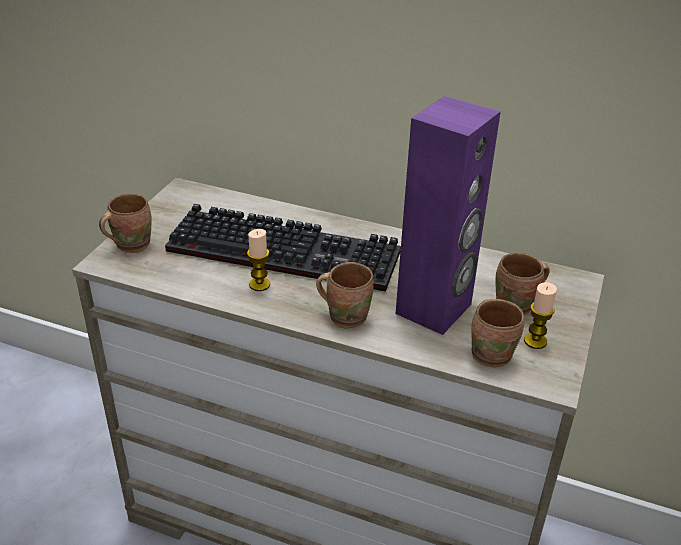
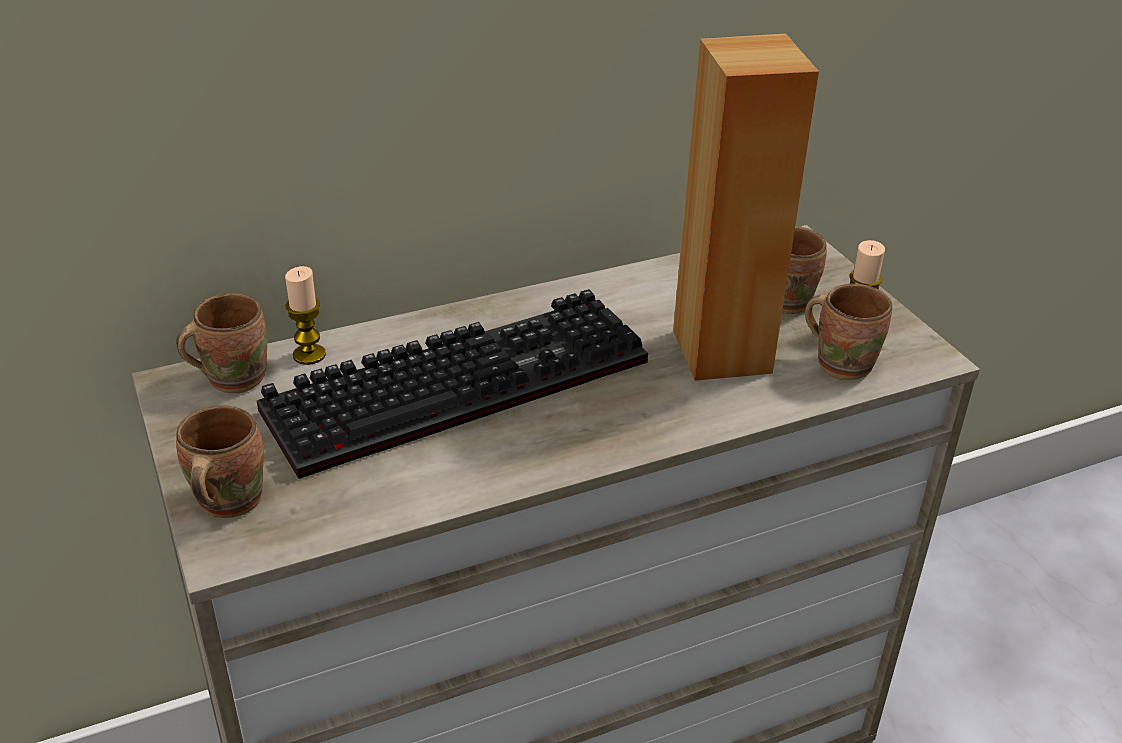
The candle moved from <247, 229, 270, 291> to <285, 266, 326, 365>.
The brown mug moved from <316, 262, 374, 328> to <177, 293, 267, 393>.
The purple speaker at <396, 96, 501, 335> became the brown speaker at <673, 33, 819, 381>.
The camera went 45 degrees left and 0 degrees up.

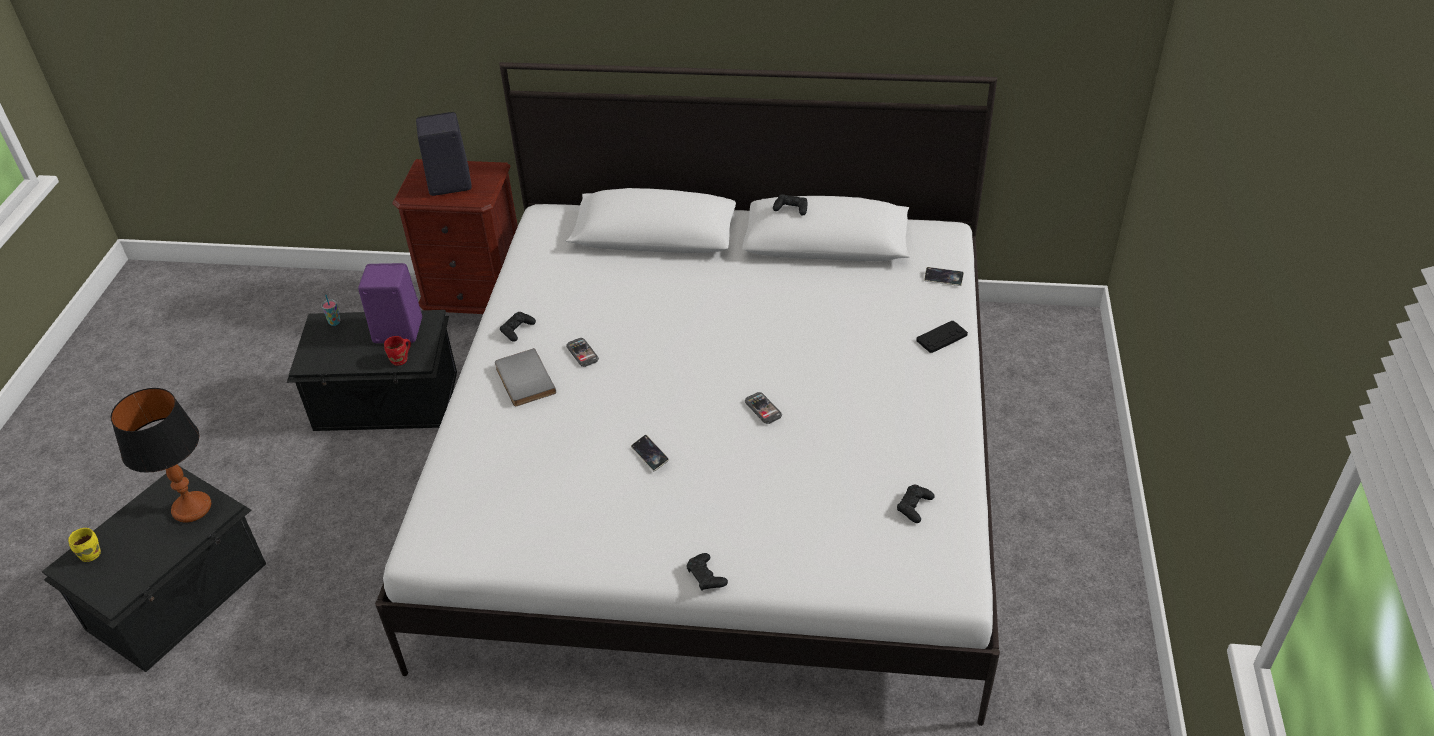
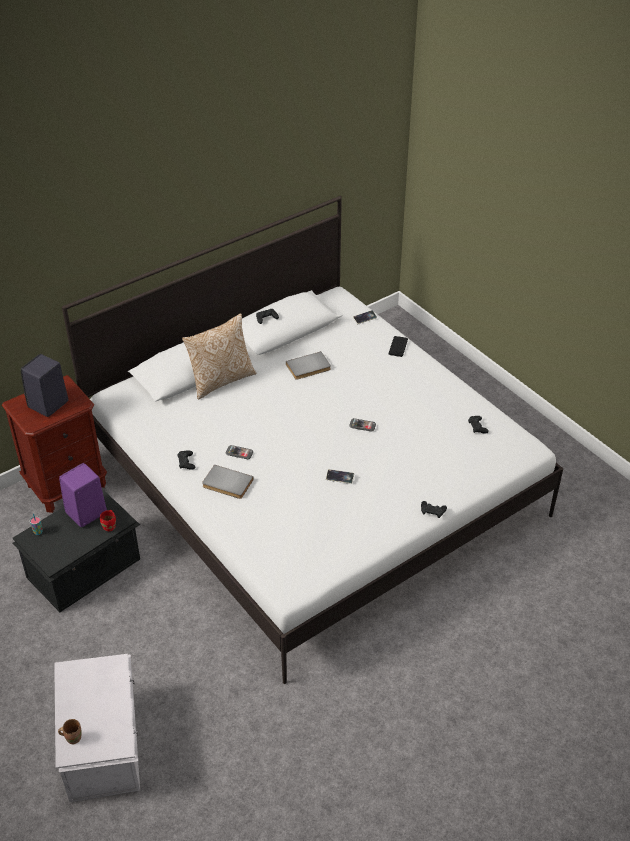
The black storage box at <42, 467, 266, 672> became the white storage box at <54, 654, 140, 802>.
The yellow mug at <68, 528, 101, 562> became the brown mug at <58, 719, 81, 744>.
The table lamp at <111, 388, 211, 523> disappeared.
The pillow at <182, 313, 257, 400> appeared.
The grey book at <286, 351, 331, 380> appeared.
The camera went 45 degrees left and 0 degrees up.

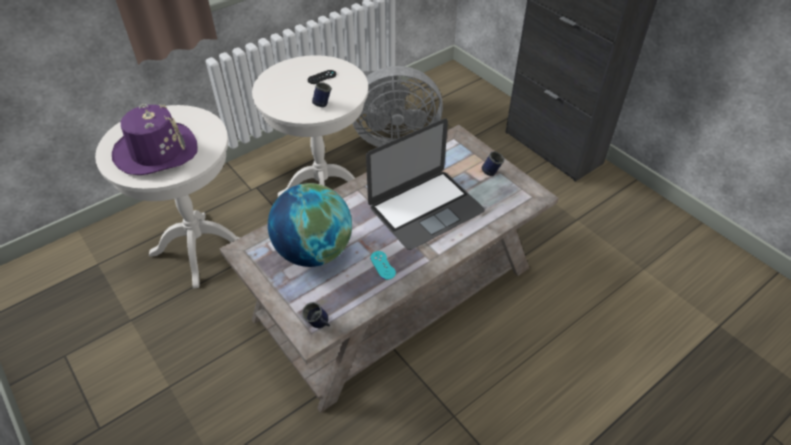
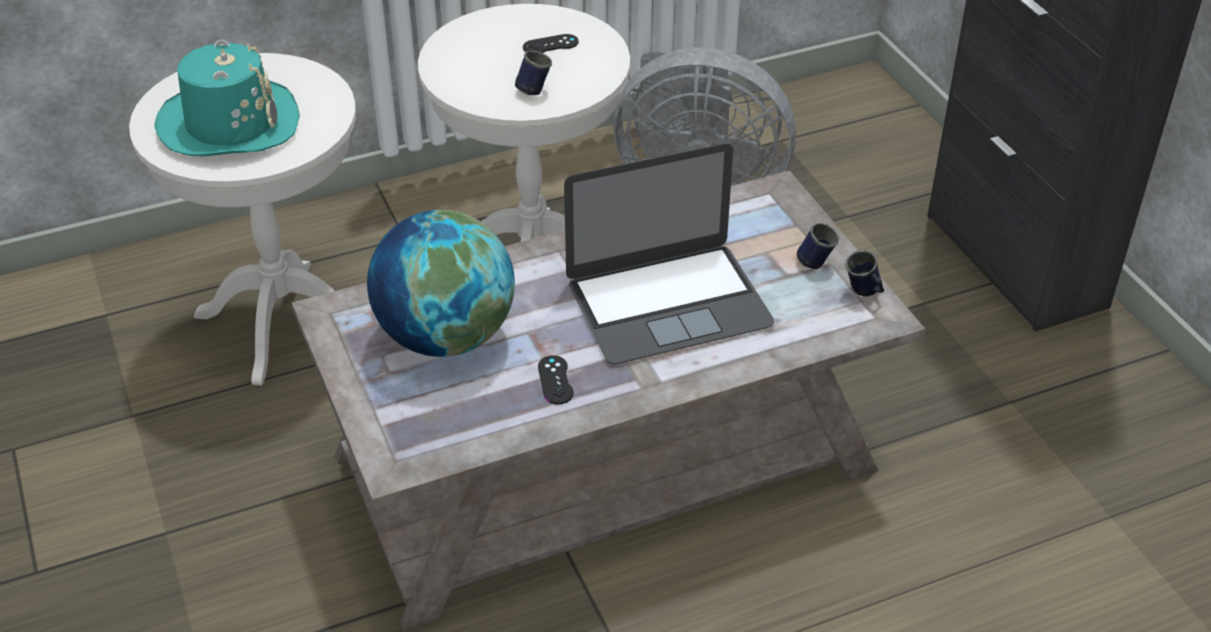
The purple hat at <112, 104, 198, 175> became the turquoise hat at <154, 39, 300, 156>.
The blue mug moved from <302, 302, 330, 328> to <845, 250, 884, 297>.
The turquoise game controller at <370, 251, 396, 280> became the black game controller at <538, 355, 574, 404>.
The camera went 15 degrees right and 5 degrees down.

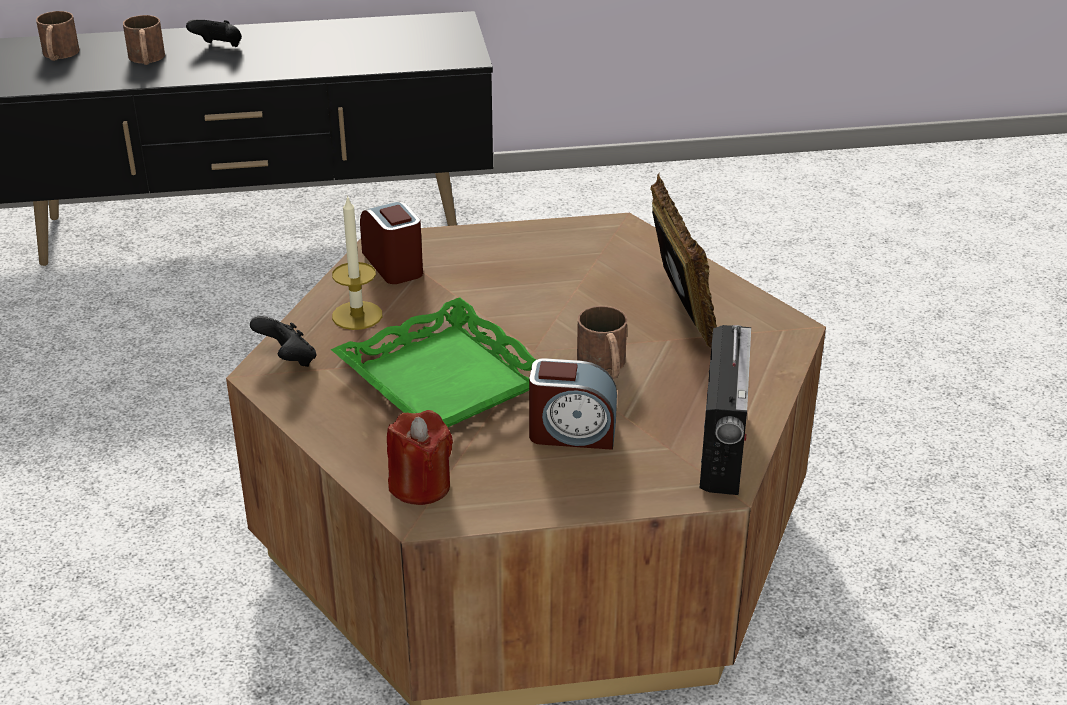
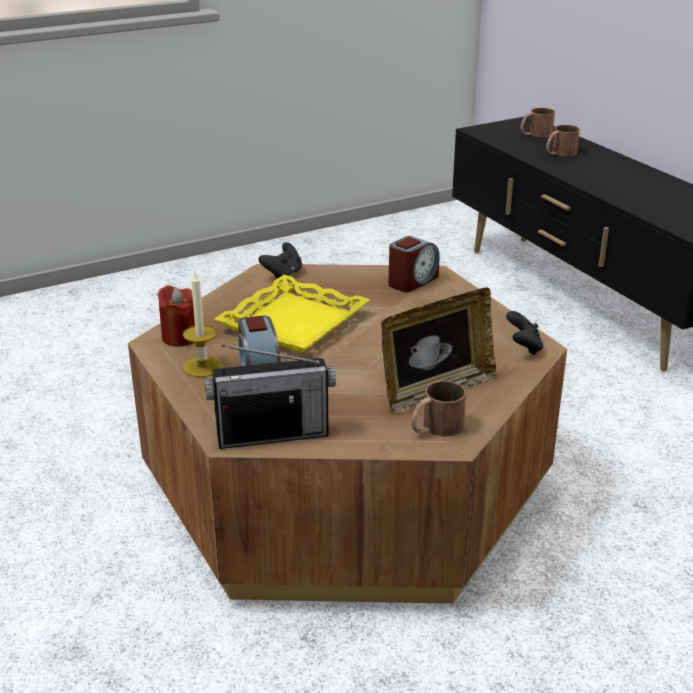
The black game controller moved from <186, 20, 242, 47> to <506, 311, 543, 355>.
The green tray at <331, 297, 537, 427> became the yellow tray at <214, 275, 369, 353>.
The candle moved from <332, 195, 382, 330> to <183, 272, 222, 377>.
The brown mug moved from <577, 306, 627, 379> to <411, 381, 466, 437>.
The camera went 70 degrees right and 5 degrees down.

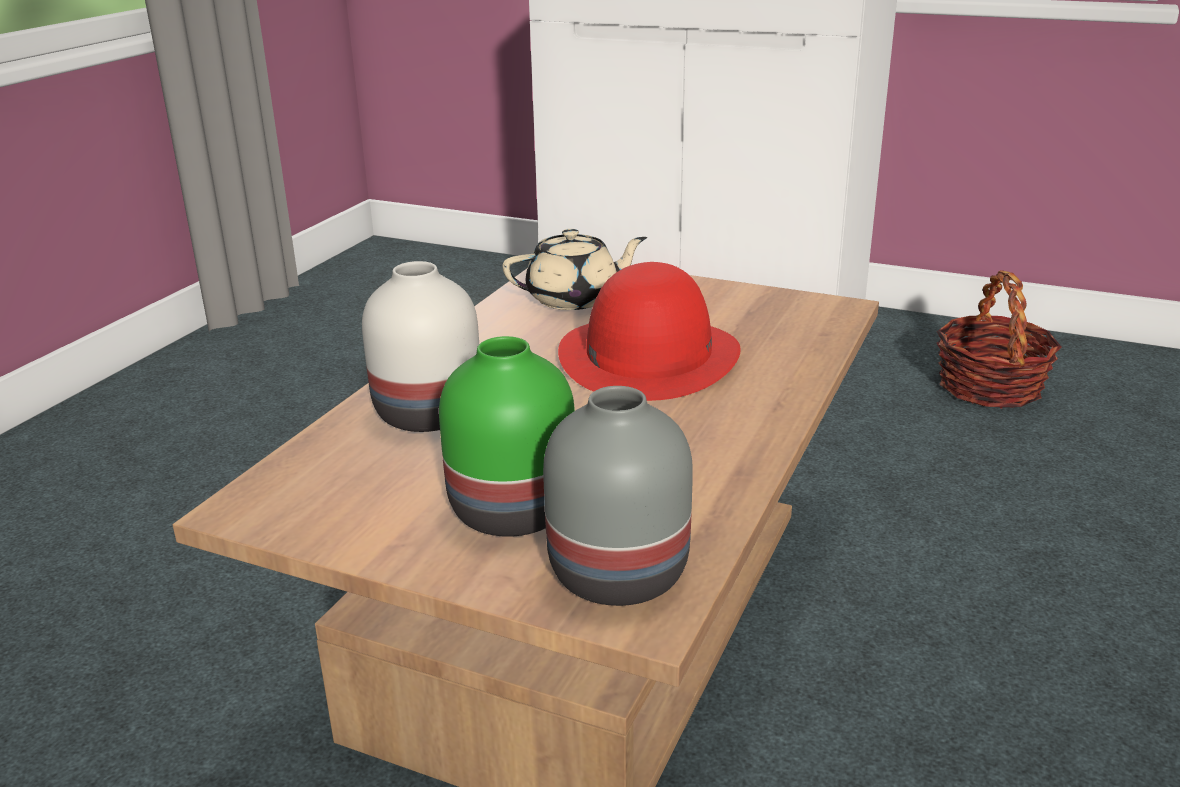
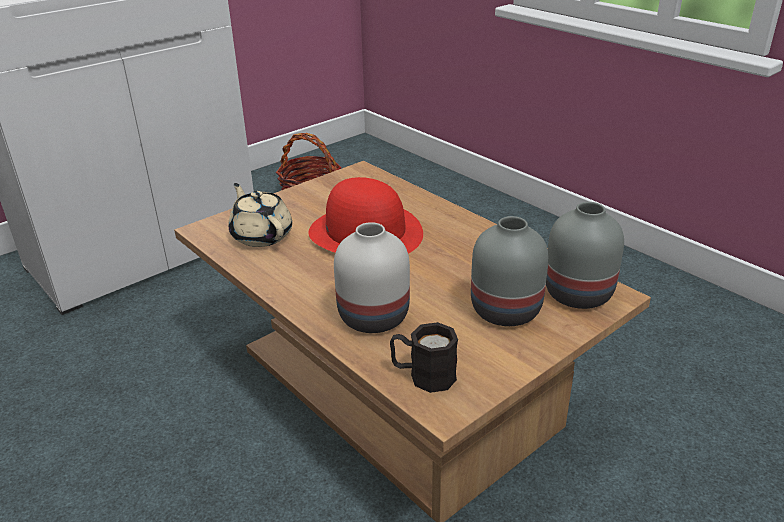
The green vase at <439, 336, 575, 537> became the grey vase at <471, 216, 549, 326>.
The beige teapot at <503, 229, 647, 310> turned 45 degrees counterclockwise.
The black mug at <390, 322, 458, 393> appeared.
The camera went 65 degrees left and 5 degrees up.

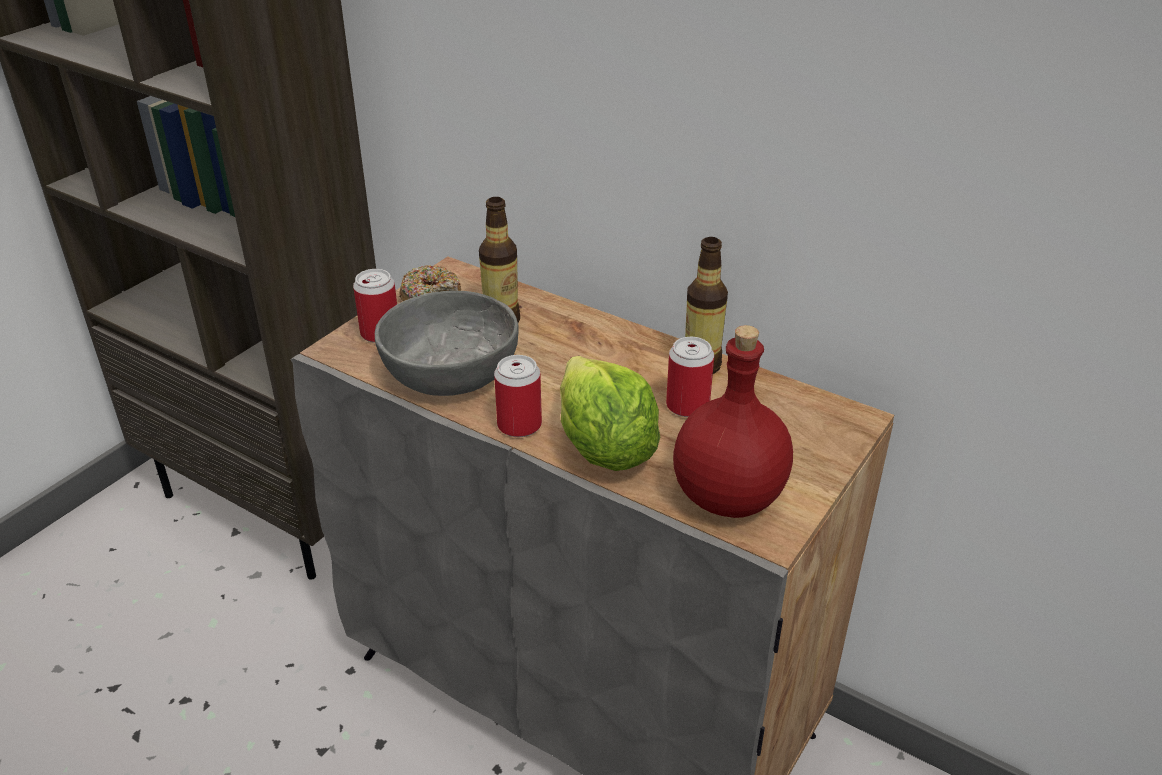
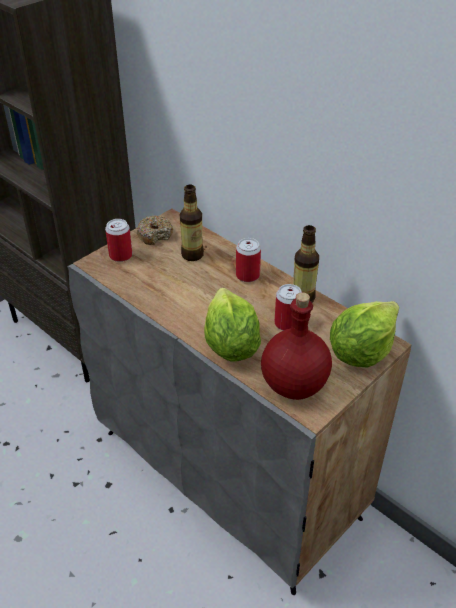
The grey bowl at <375, 291, 519, 396> disappeared.
The can moved from <494, 355, 542, 437> to <236, 238, 261, 282>.
The lettuce at <330, 301, 399, 368> appeared.
The camera went 10 degrees right and 5 degrees up.

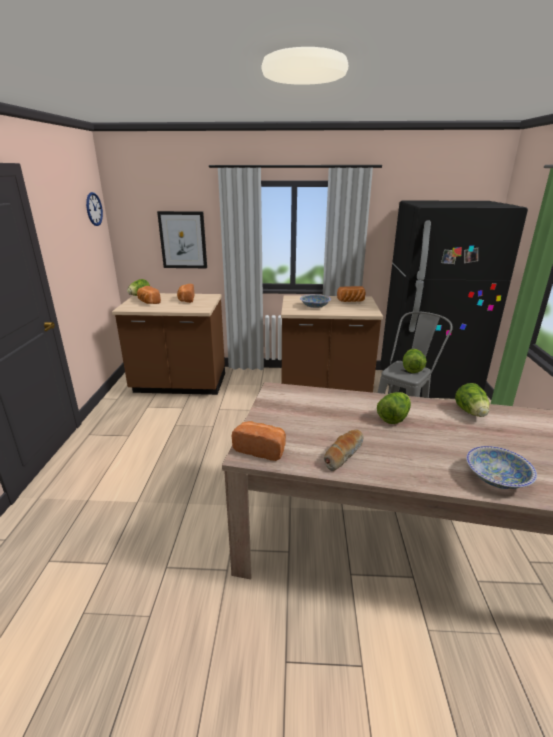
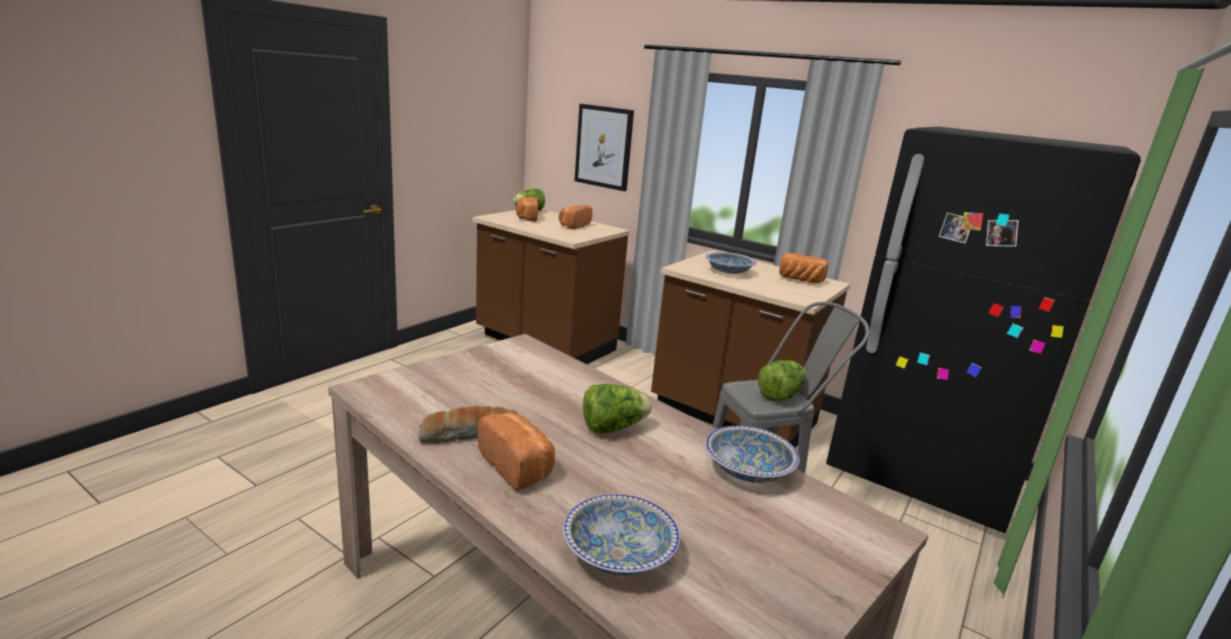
The wall clock at <86, 192, 103, 226> disappeared.
The bread moved from <231, 421, 286, 461> to <478, 413, 555, 490>.
The lettuce at <455, 383, 489, 417> was replaced by the bowl at <705, 426, 799, 483>.
The camera went 30 degrees right and 5 degrees down.

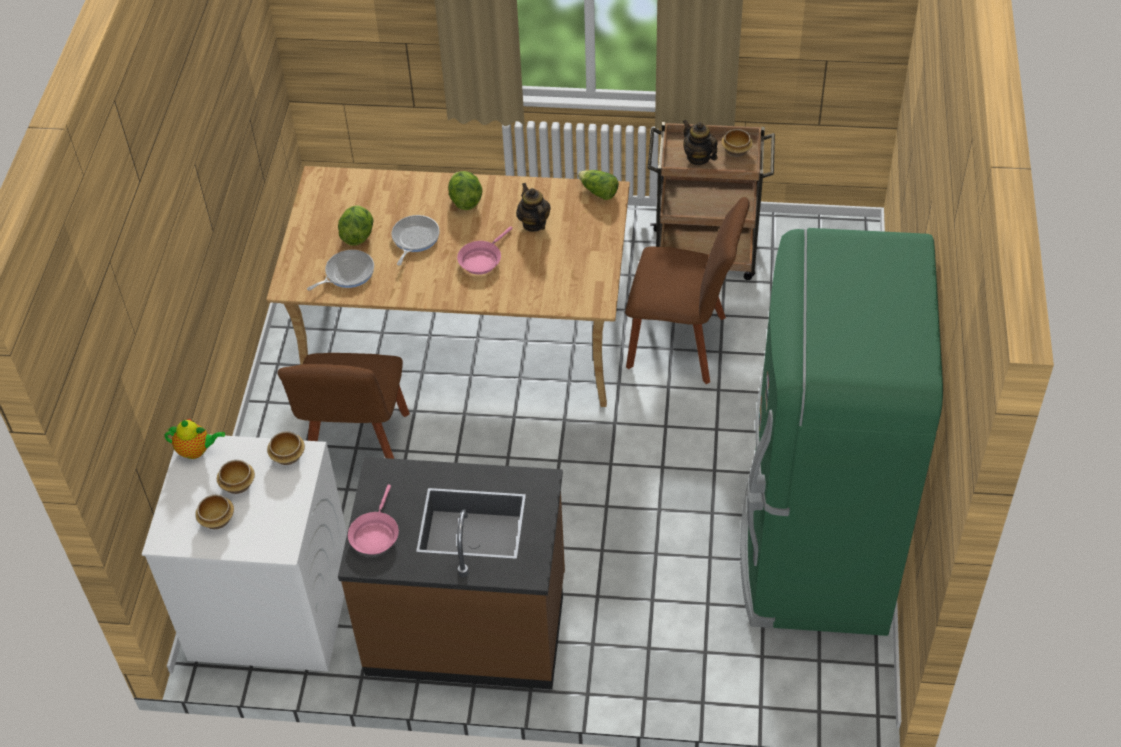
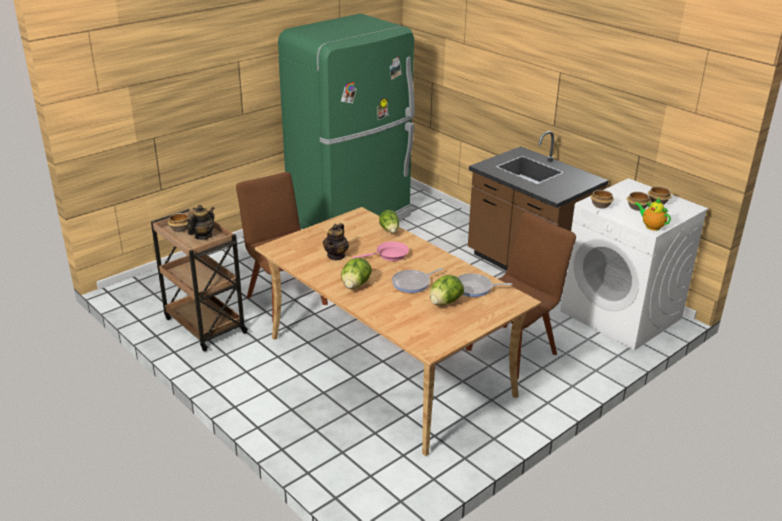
The pink frying pan at <348, 484, 399, 555> disappeared.
The lettuce moved from <578, 170, 619, 200> to <379, 210, 399, 233>.
The teapot at <683, 120, 718, 165> turned 150 degrees counterclockwise.
The camera went 140 degrees left and 20 degrees down.

